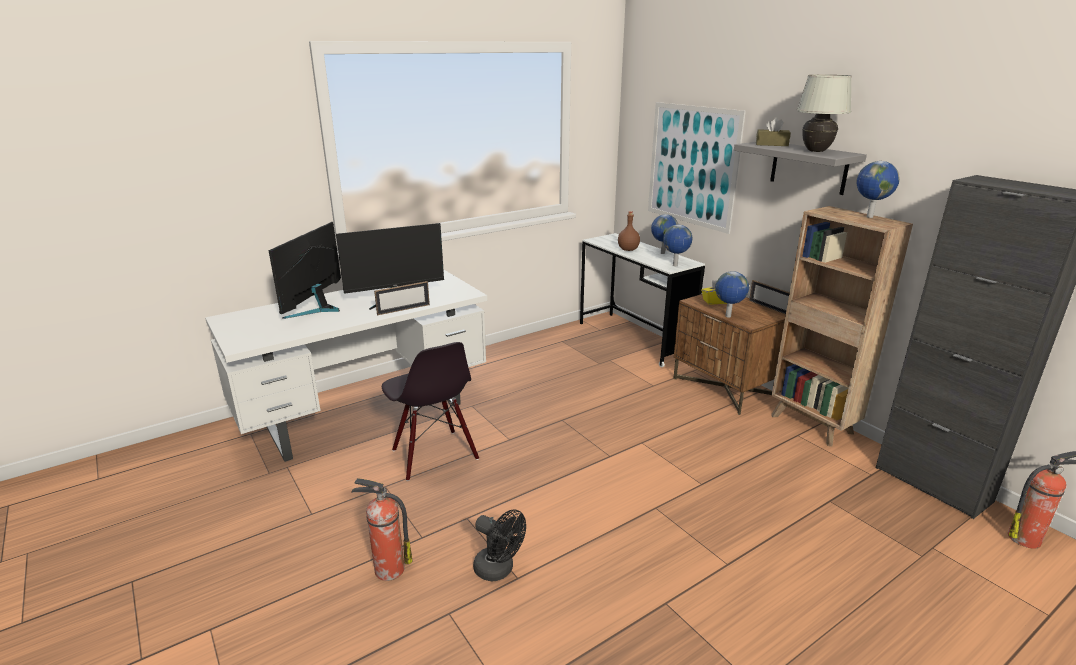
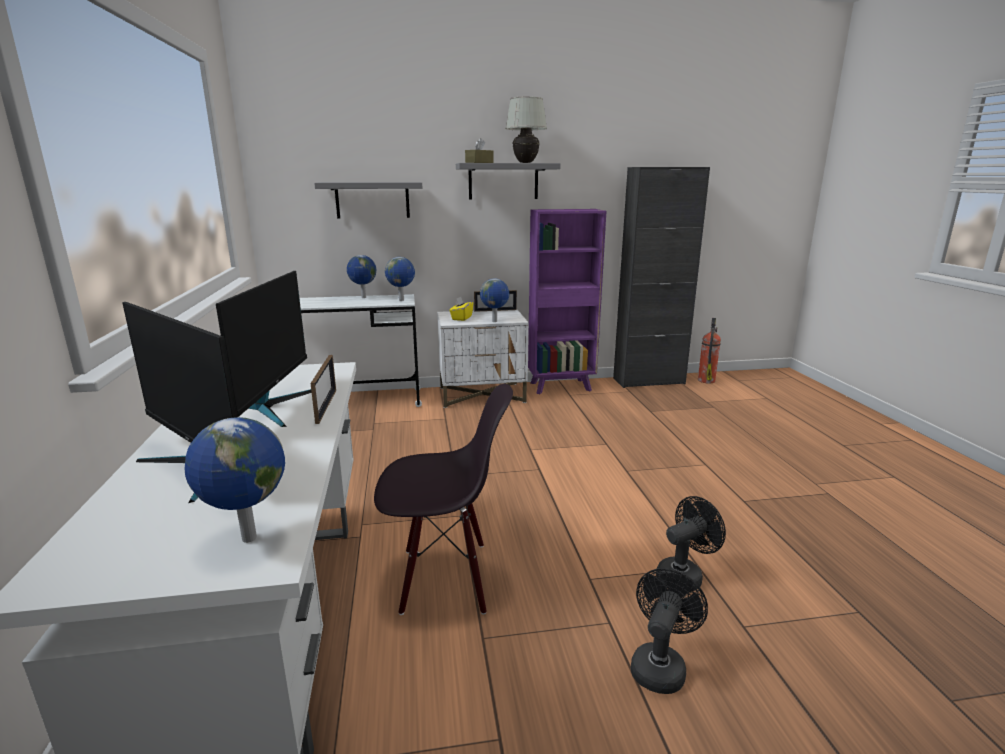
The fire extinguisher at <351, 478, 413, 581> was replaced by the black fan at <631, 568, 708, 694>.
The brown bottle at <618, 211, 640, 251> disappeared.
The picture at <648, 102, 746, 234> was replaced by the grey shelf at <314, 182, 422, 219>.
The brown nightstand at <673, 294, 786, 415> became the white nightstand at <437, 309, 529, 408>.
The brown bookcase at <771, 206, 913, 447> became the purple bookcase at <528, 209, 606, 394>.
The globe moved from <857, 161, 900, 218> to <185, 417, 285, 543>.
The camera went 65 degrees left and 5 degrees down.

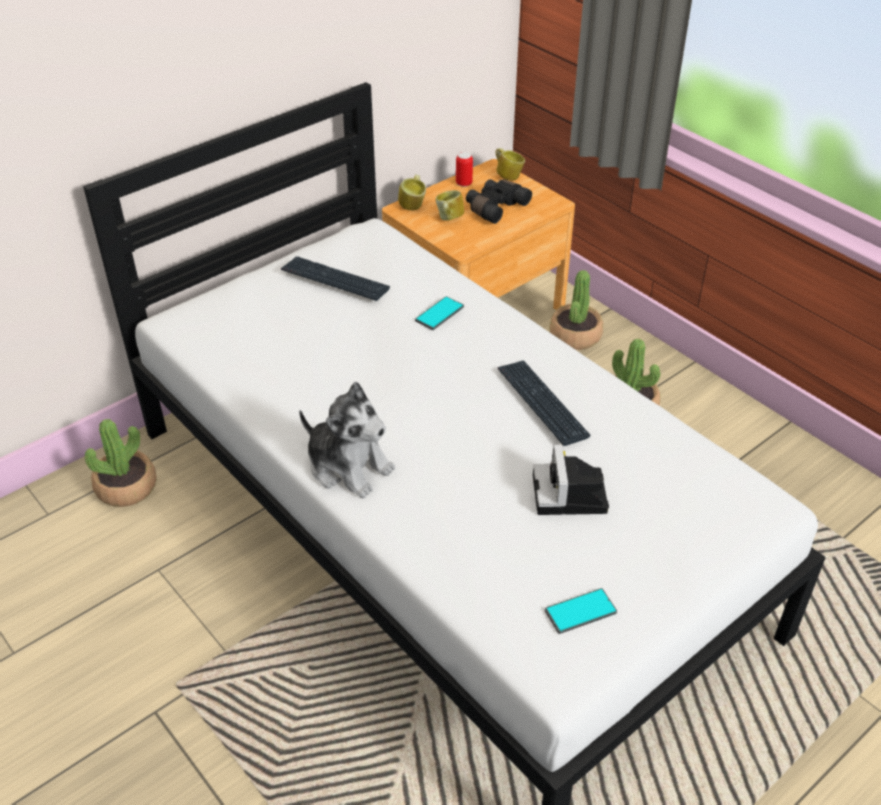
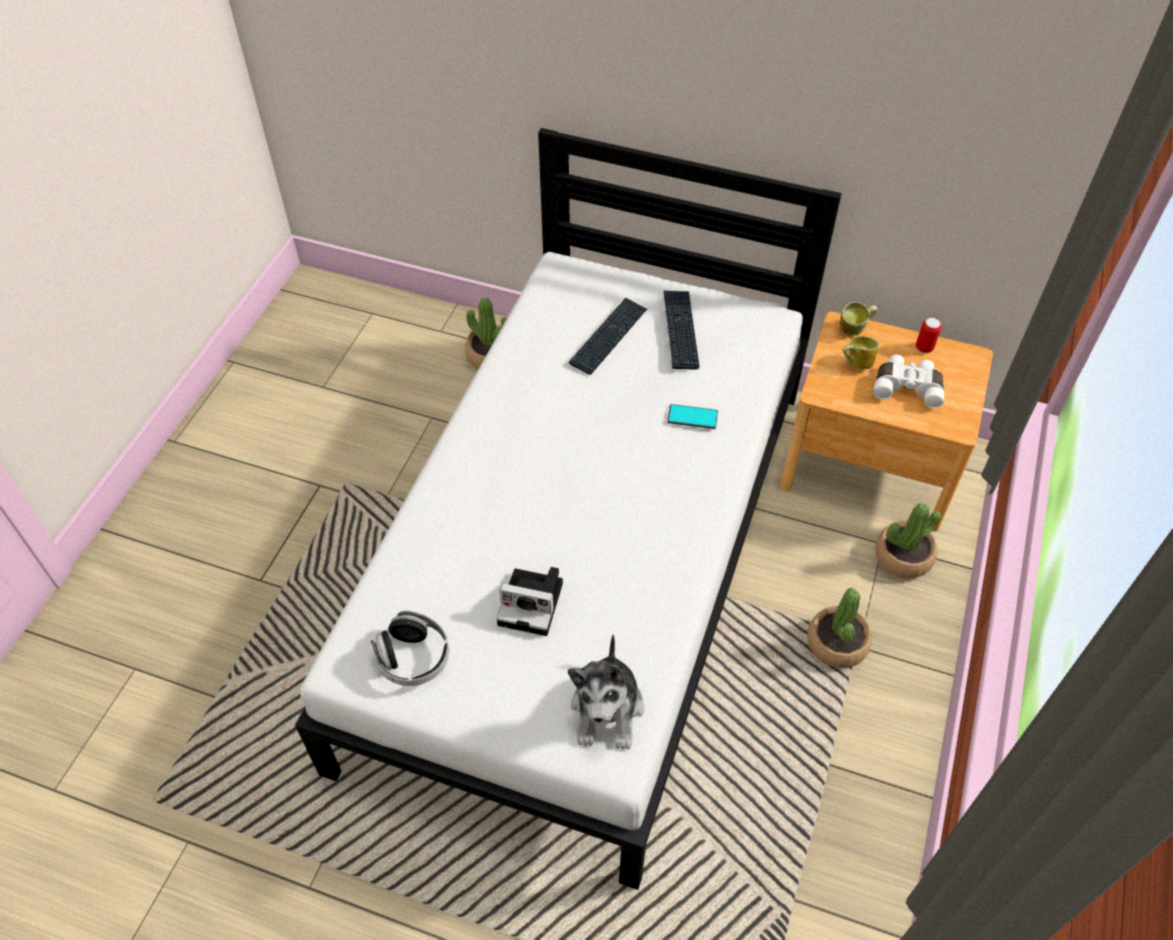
The plush toy moved from <299, 382, 395, 498> to <568, 634, 644, 750>.
The black binoculars at <466, 179, 532, 224> became the white binoculars at <873, 355, 944, 408>.
The mug at <495, 148, 525, 181> disappeared.
The keyboard moved from <498, 360, 591, 446> to <569, 298, 647, 375>.
The photo camera at <533, 444, 609, 515> turned 135 degrees counterclockwise.
The phone at <545, 588, 617, 634> was replaced by the headphones at <370, 611, 449, 686>.
The camera went 60 degrees right and 10 degrees up.

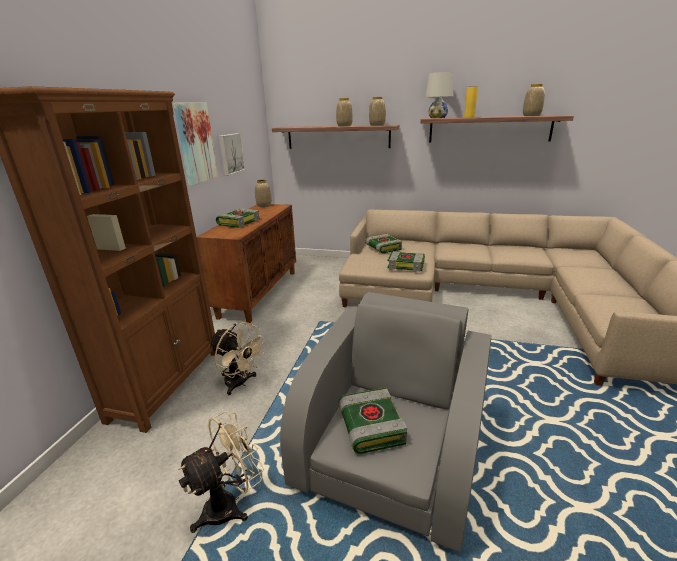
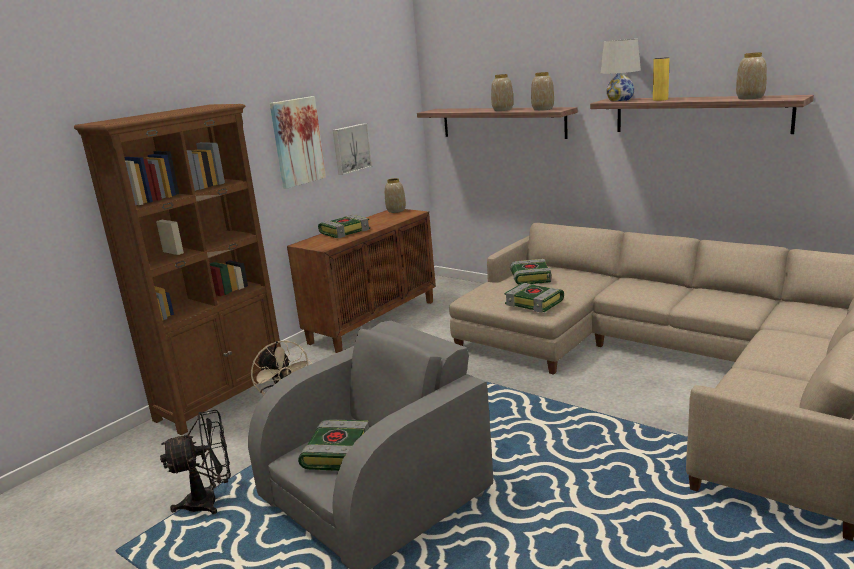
The beige fan at <178, 411, 264, 533> became the black fan at <160, 410, 231, 514>.
The camera went 25 degrees right and 5 degrees down.

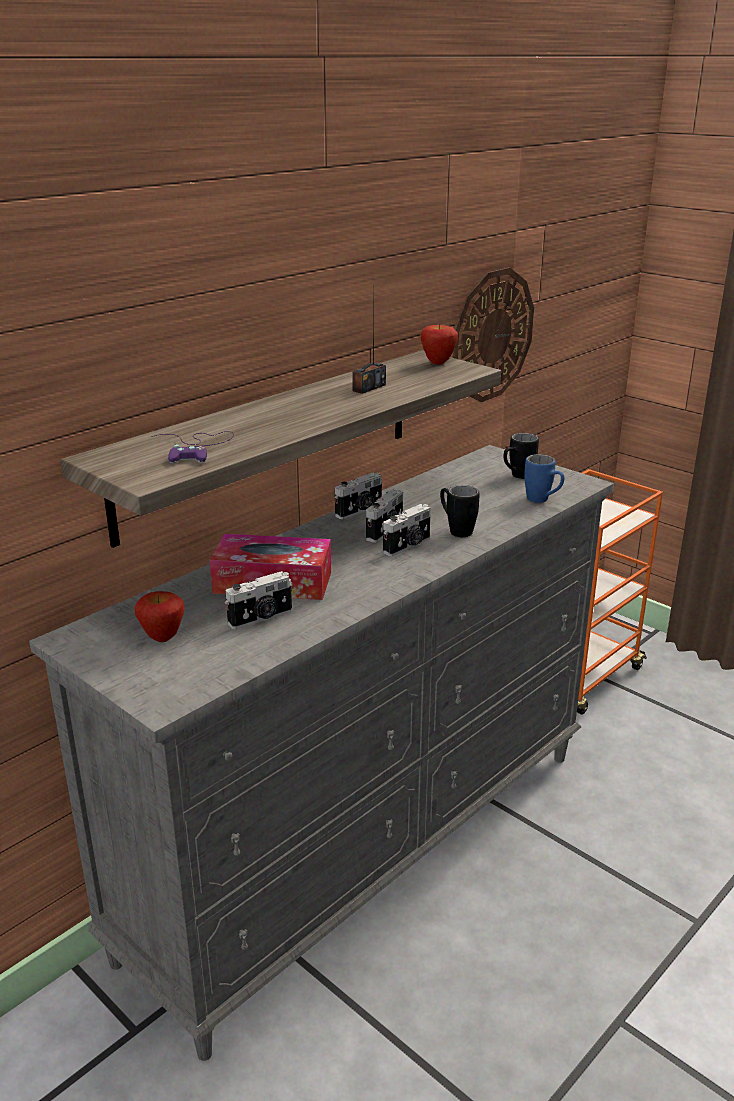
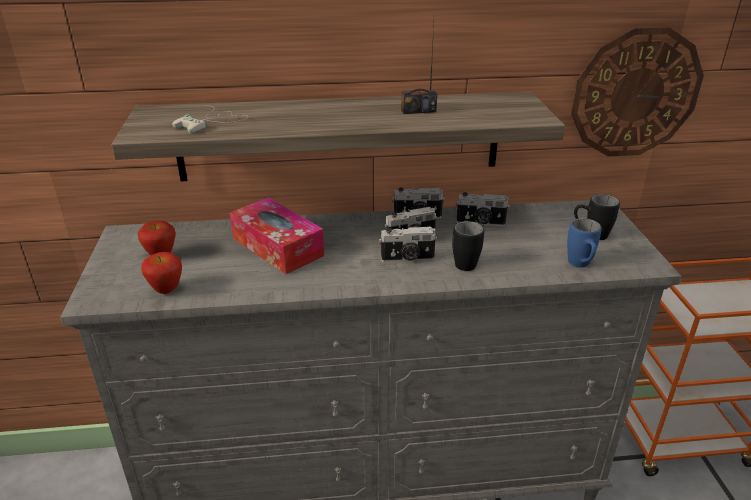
The purple game controller at <151, 431, 234, 463> became the white game controller at <172, 105, 248, 133>.
The photo camera moved from <225, 571, 293, 629> to <456, 192, 510, 227>.
The apple moved from <421, 323, 458, 365> to <141, 252, 182, 294>.
The camera went 40 degrees right and 5 degrees up.

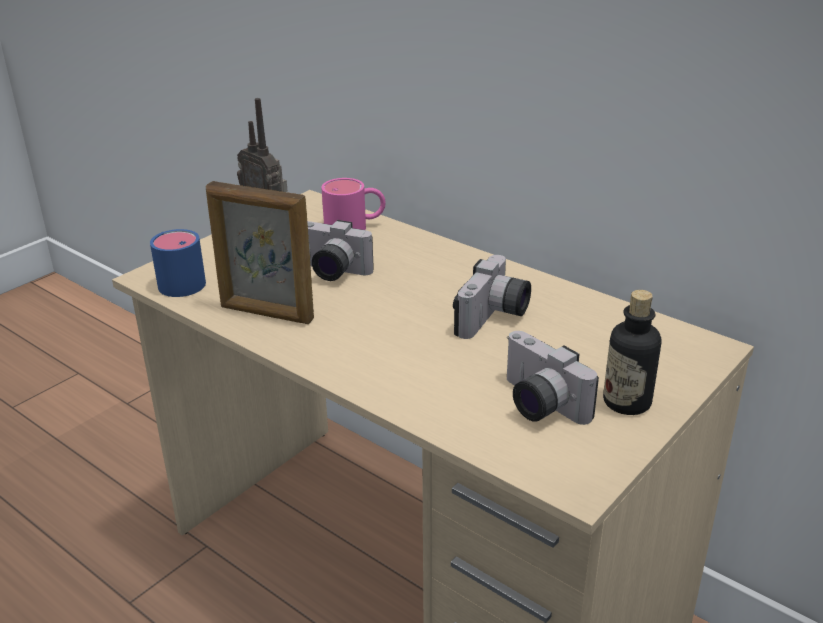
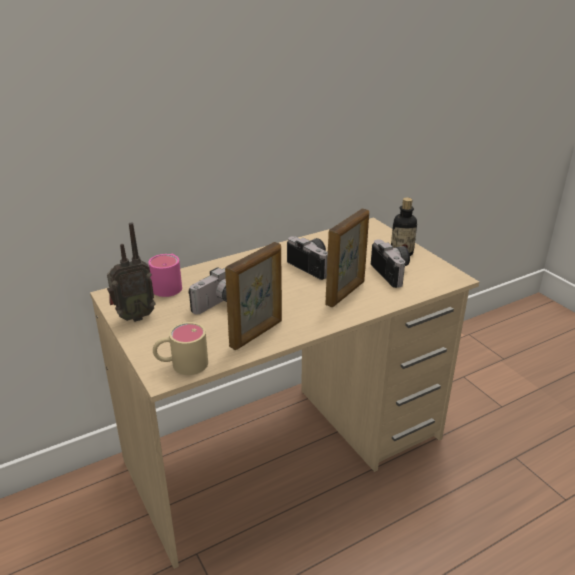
The blue mug at <150, 229, 206, 297> became the beige mug at <153, 322, 208, 375>.
The photo camera at <507, 331, 599, 425> turned 90 degrees counterclockwise.
The picture frame at <325, 208, 369, 307> appeared.
The camera went 70 degrees left and 0 degrees up.

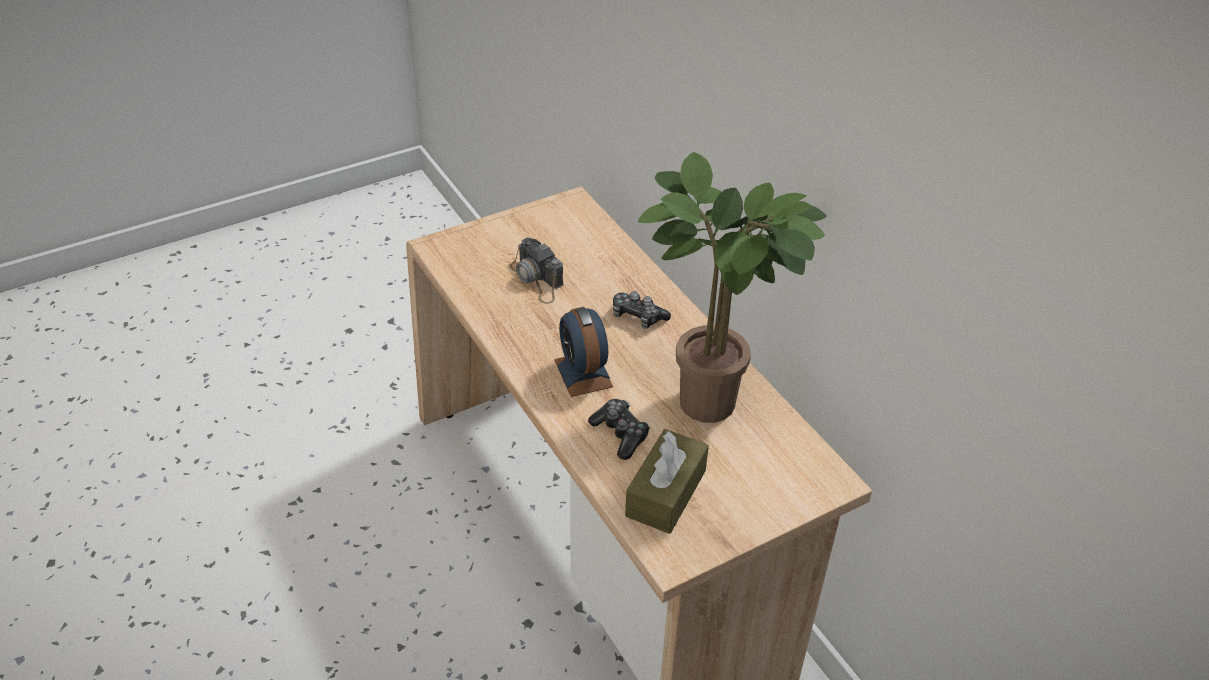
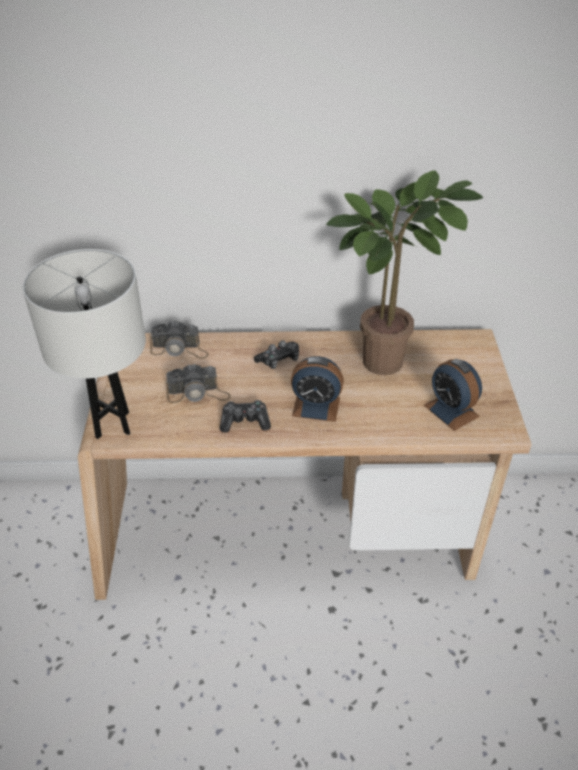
The game controller moved from <588, 399, 650, 460> to <220, 400, 271, 432>.
The brown tissue box at <625, 429, 709, 534> was replaced by the alarm clock at <424, 359, 482, 431>.
The white table lamp at <23, 249, 146, 439> appeared.
The photo camera at <150, 321, 209, 359> appeared.
The camera went 60 degrees left and 0 degrees up.

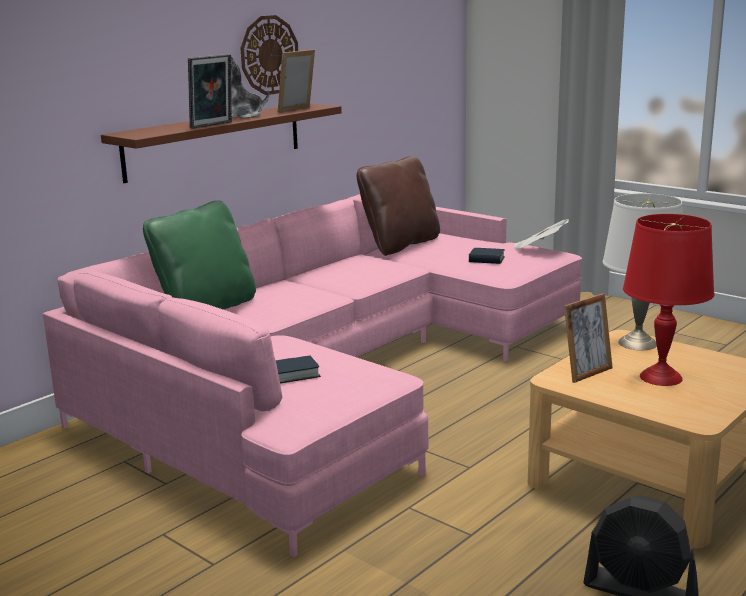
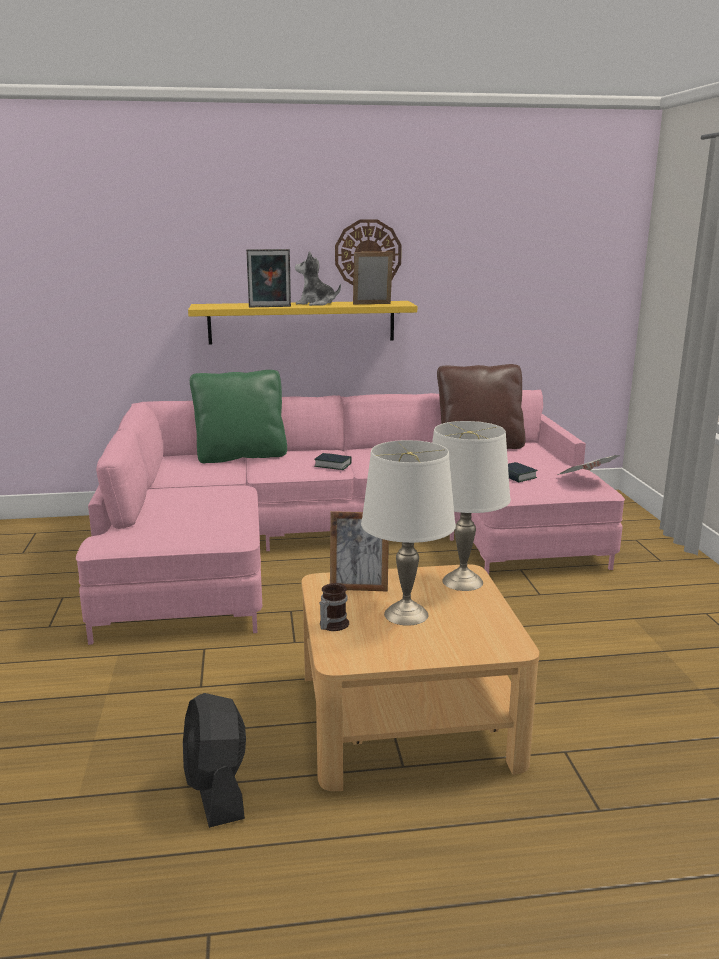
The brown shelf at <101, 103, 342, 183> became the yellow shelf at <188, 301, 417, 344>.
The book moved from <276, 355, 321, 383> to <314, 453, 352, 470>.
The red table lamp at <623, 214, 714, 386> became the white table lamp at <361, 440, 456, 626>.
The mug at <320, 583, 349, 631> appeared.
The camera went 40 degrees right and 0 degrees up.

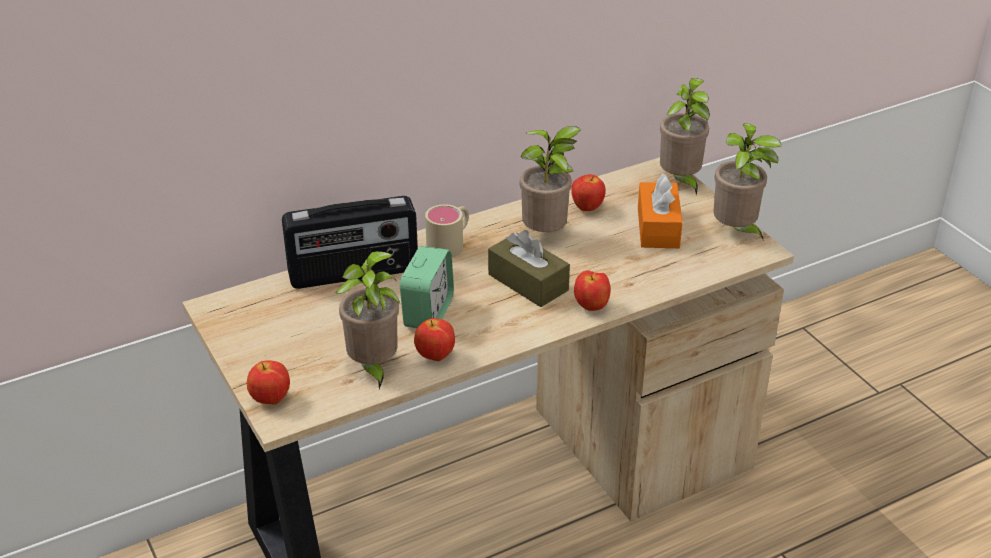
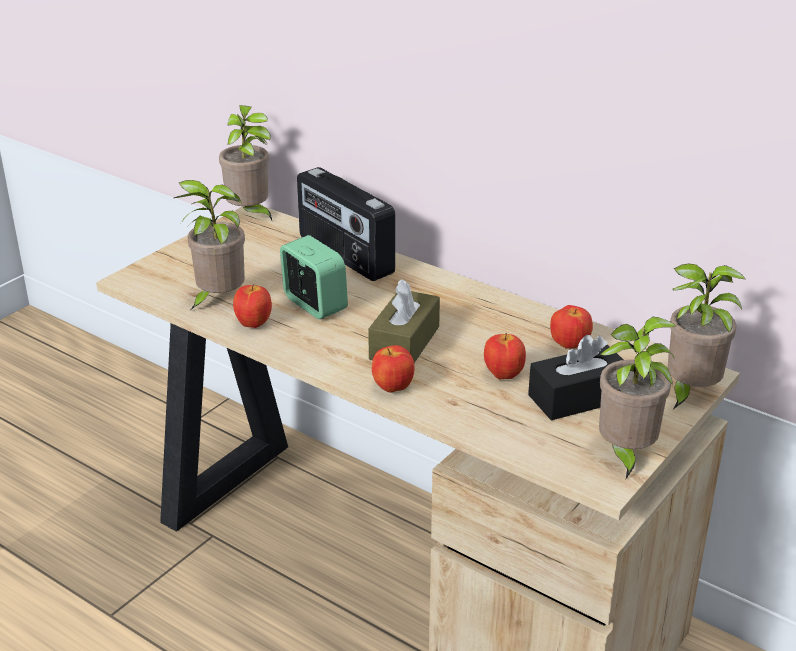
The apple moved from <247, 361, 290, 405> to <484, 333, 526, 379>.
The alarm clock at <400, 246, 454, 328> turned 120 degrees counterclockwise.
The beige mug at <425, 204, 469, 257> disappeared.
The potted plant moved from <520, 126, 581, 232> to <219, 105, 272, 220>.
The orange tissue box at <638, 173, 683, 248> became the black tissue box at <528, 335, 623, 420>.
The camera went 65 degrees right and 5 degrees down.

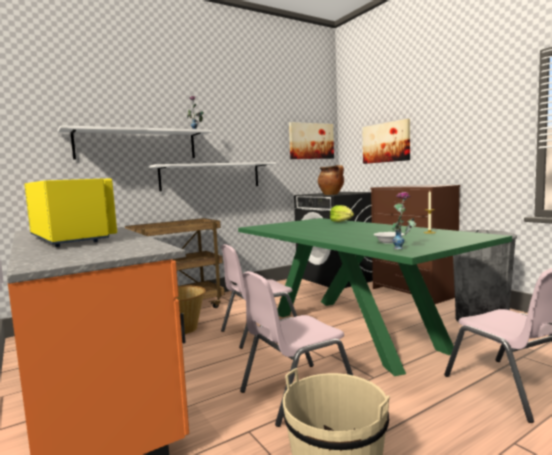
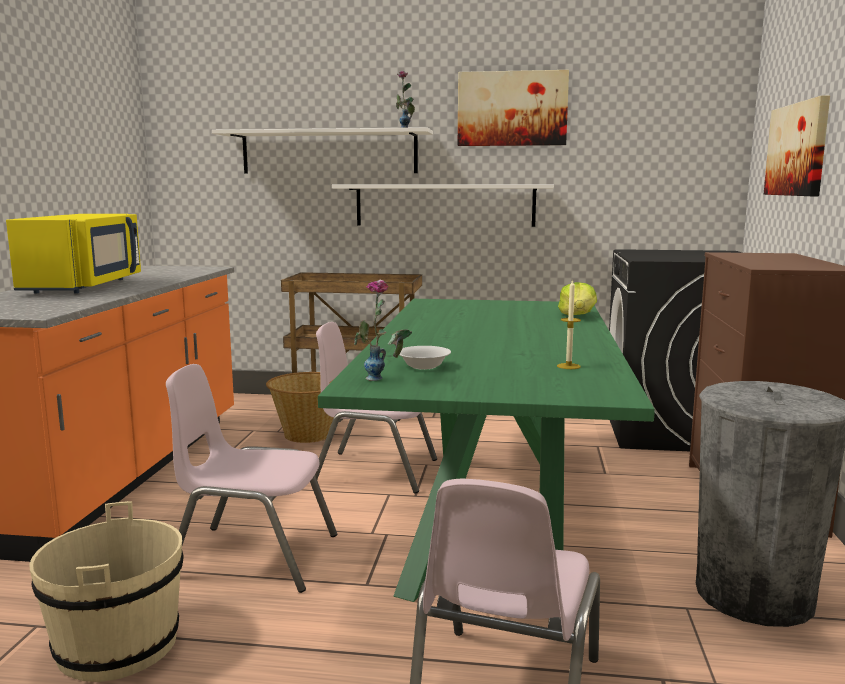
The picture moved from <289, 122, 334, 159> to <458, 70, 569, 146>.
The cooking pot at <318, 165, 344, 195> disappeared.
The camera went 40 degrees right and 5 degrees up.

